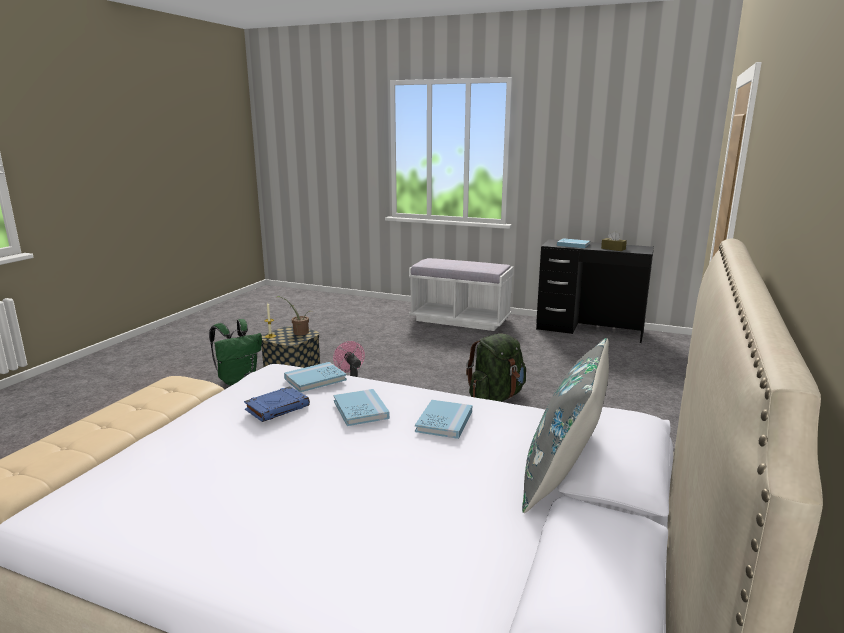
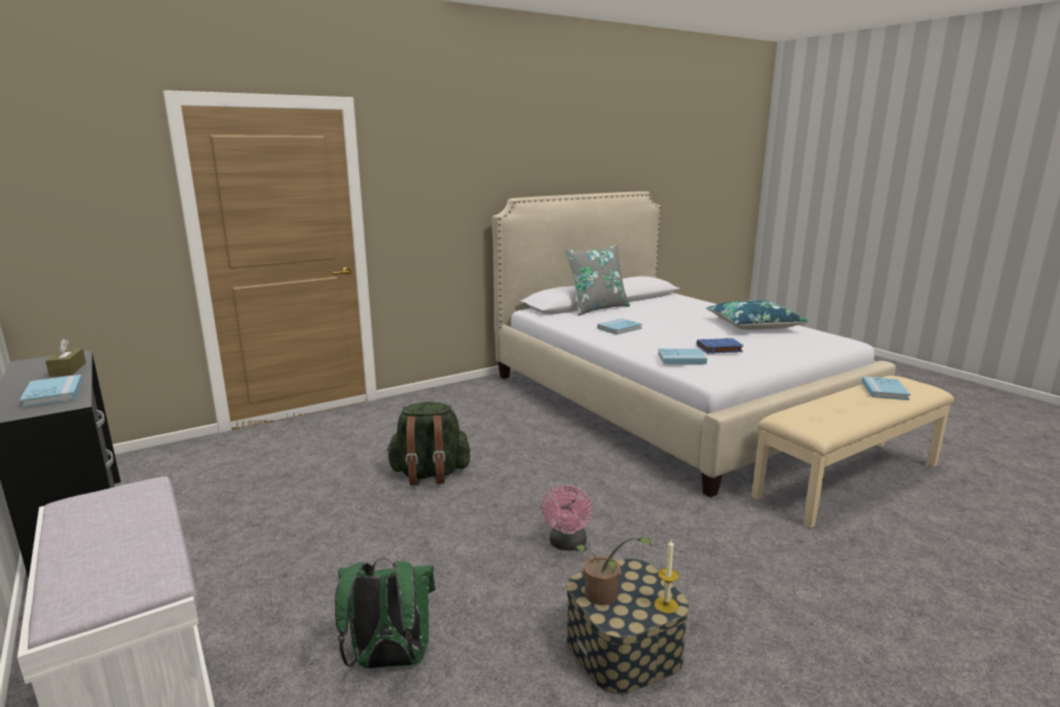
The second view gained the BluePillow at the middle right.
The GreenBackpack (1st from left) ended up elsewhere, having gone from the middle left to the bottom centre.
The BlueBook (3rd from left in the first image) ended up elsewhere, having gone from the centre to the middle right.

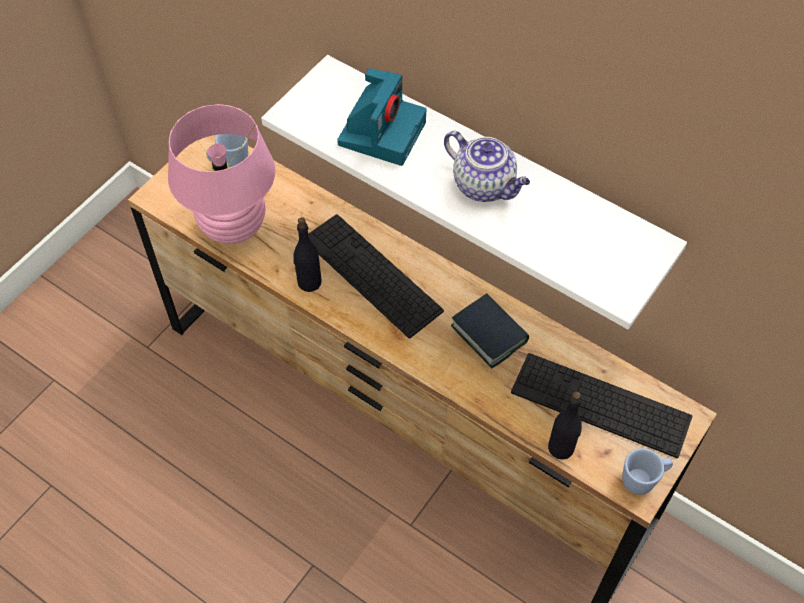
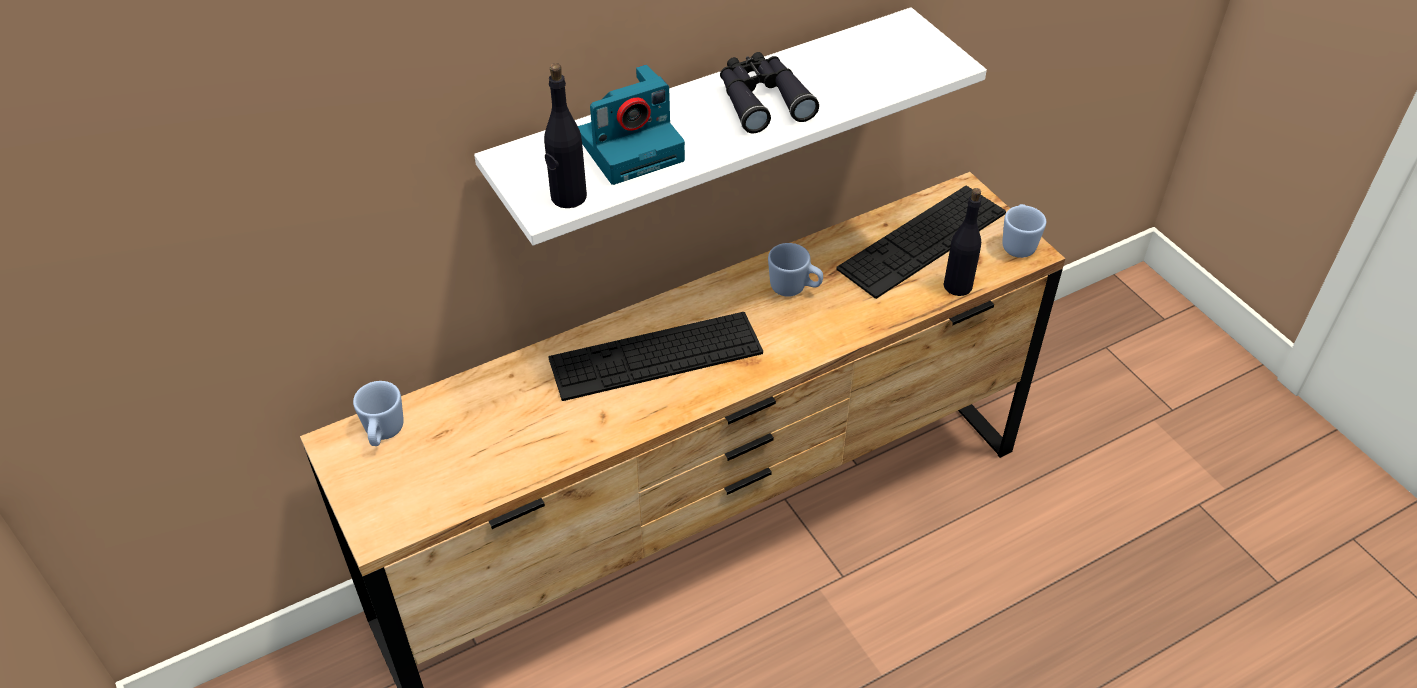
The second view lost the PinkTableLamp at the top left.
The BlackBottle (1st from left) ended up elsewhere, having gone from the centre to the top centre.
Where the Teapot stood at the top centre, the BlackBinoculars came to stand at the top centre.
Where the Book stood at the centre, the BlueMug (2nd from left) came to stand at the centre.
The PhotoCamera at the top centre ended up facing another way, 105 degrees clockwise from before.

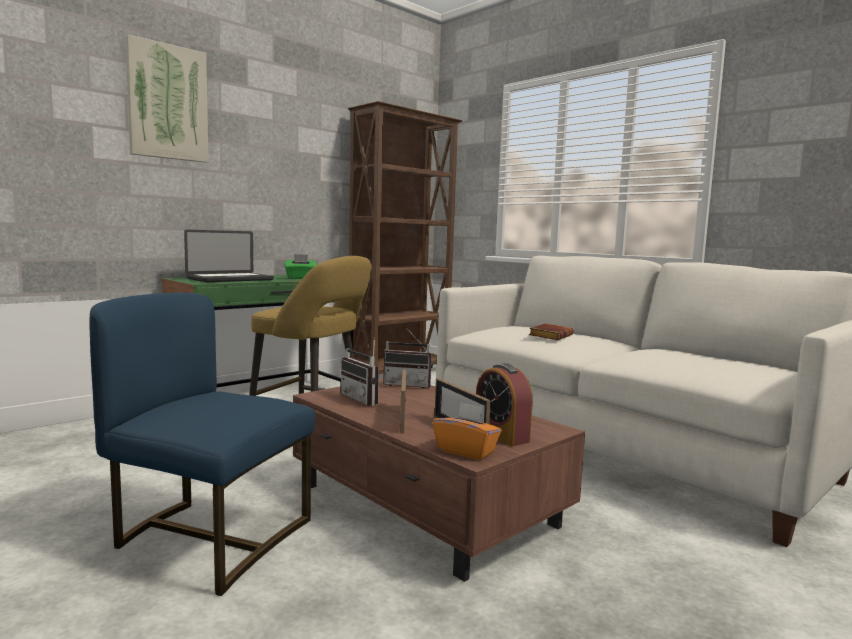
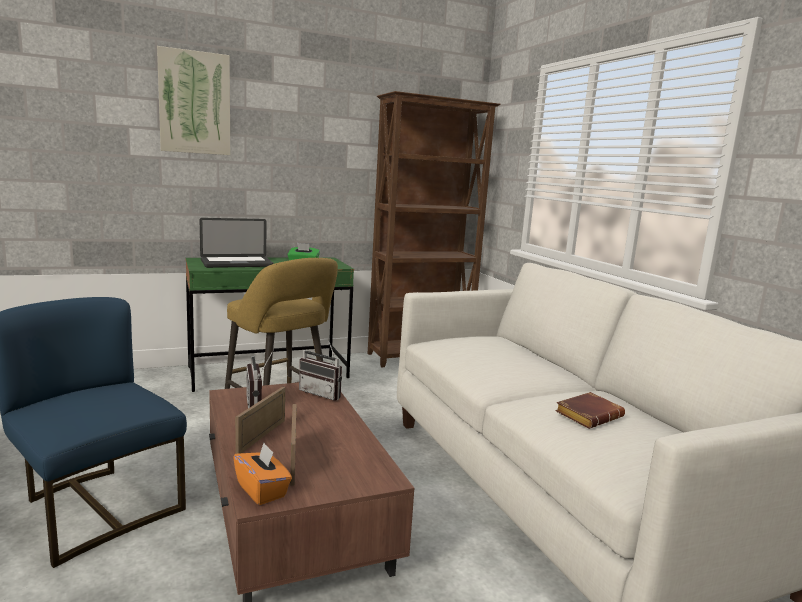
The second view lost the AlarmClock at the centre.
The BrownBook ended up elsewhere, having gone from the centre to the bottom right.

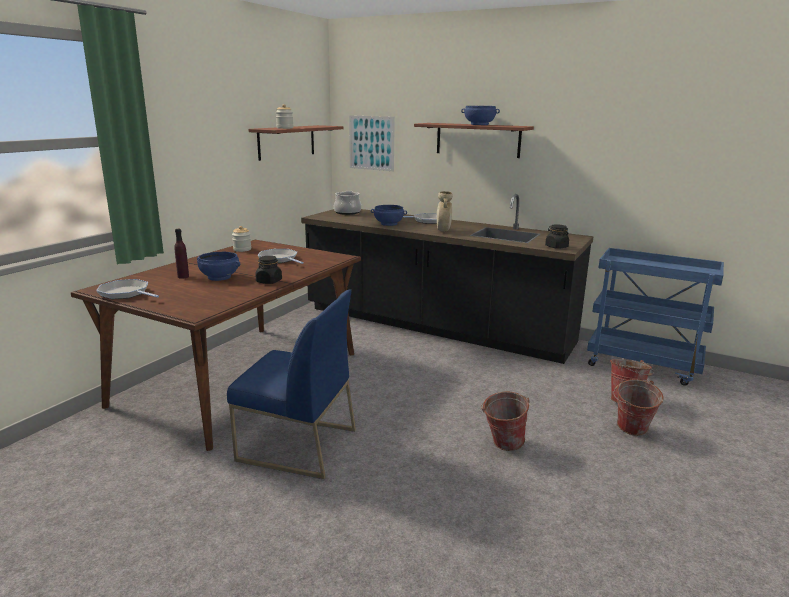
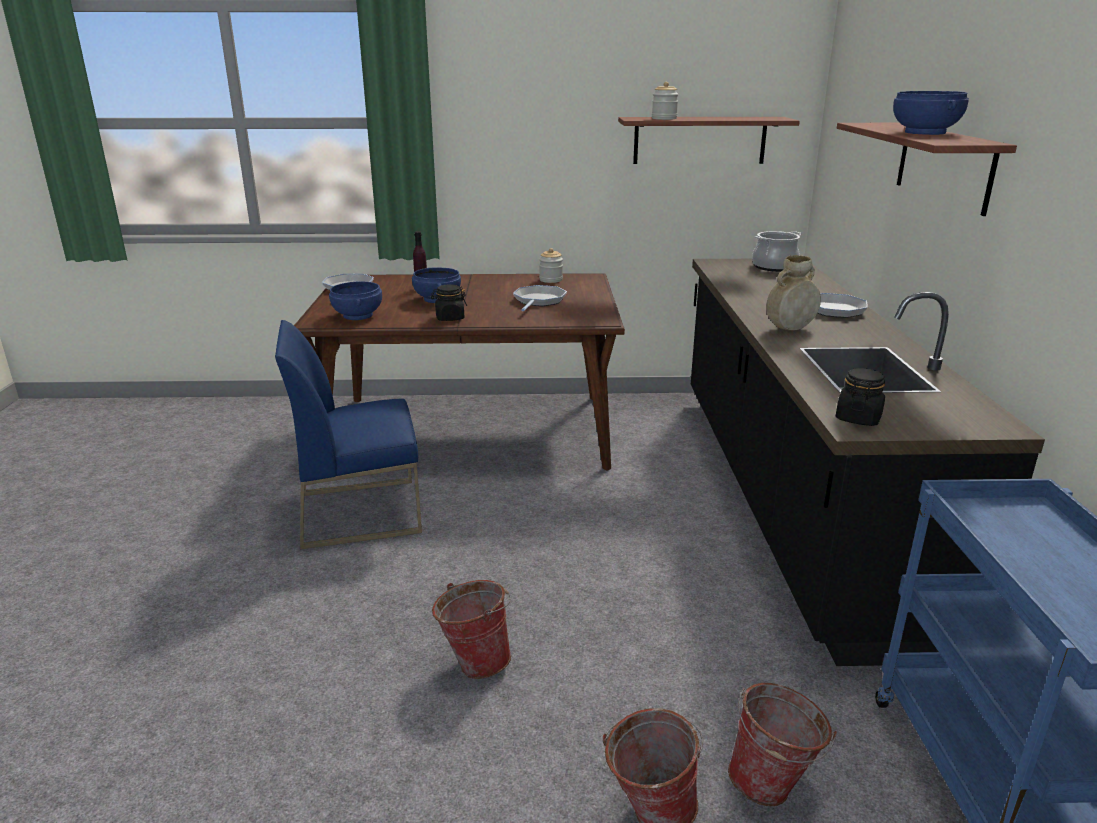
The second view lost the Picture at the top centre.
The BlueBowl (2nd from left in the first image) ended up elsewhere, having gone from the centre to the middle left.
The BlueChair at the centre ended up facing another way, 90 degrees clockwise from before.

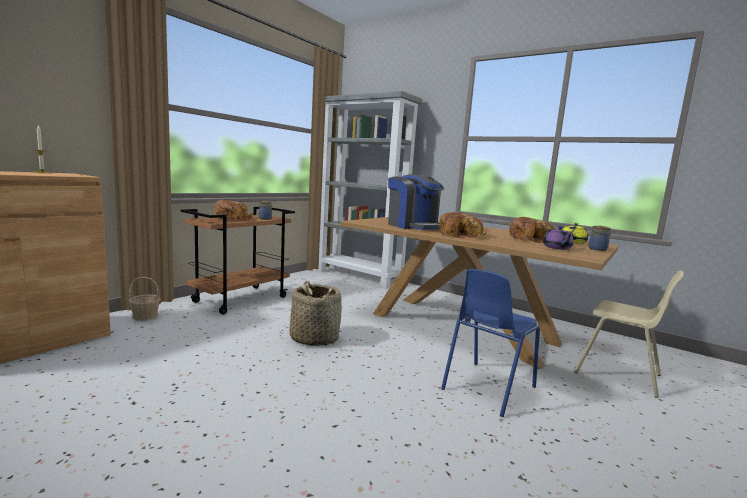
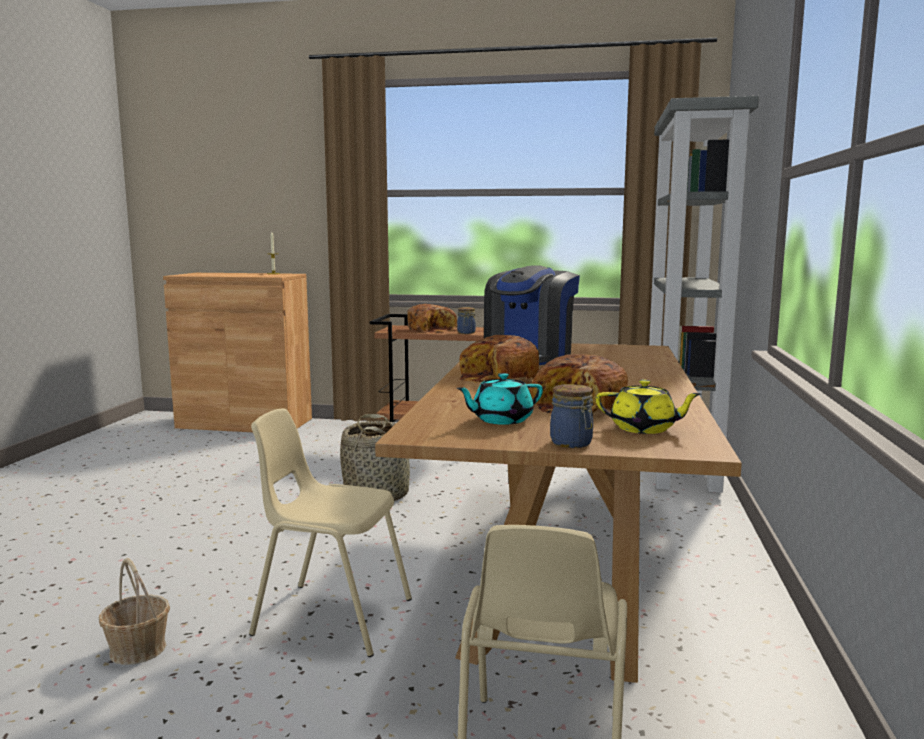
The Basket (1st from left) ended up elsewhere, having gone from the middle left to the bottom left.
What was the BlueChair at the bottom centre turned into the BeigeChair (1st from left) at the bottom centre.
What was the PurpleTeapot at the middle right turned into the TurquoiseTeapot at the centre.

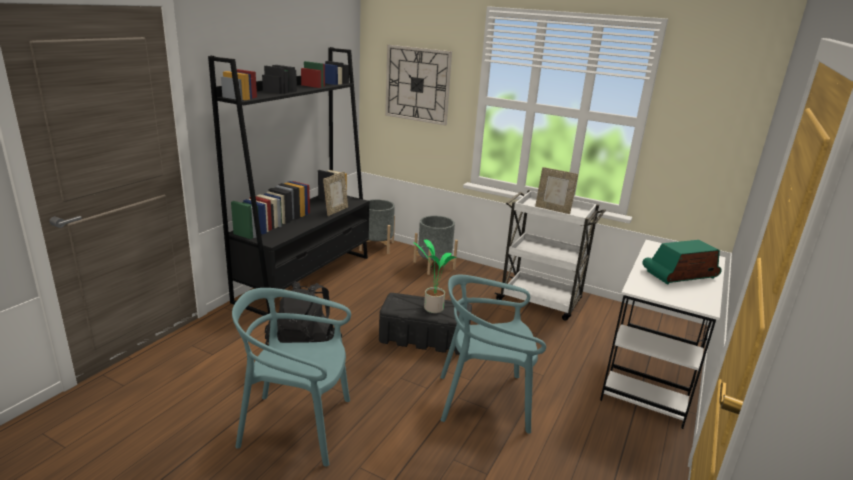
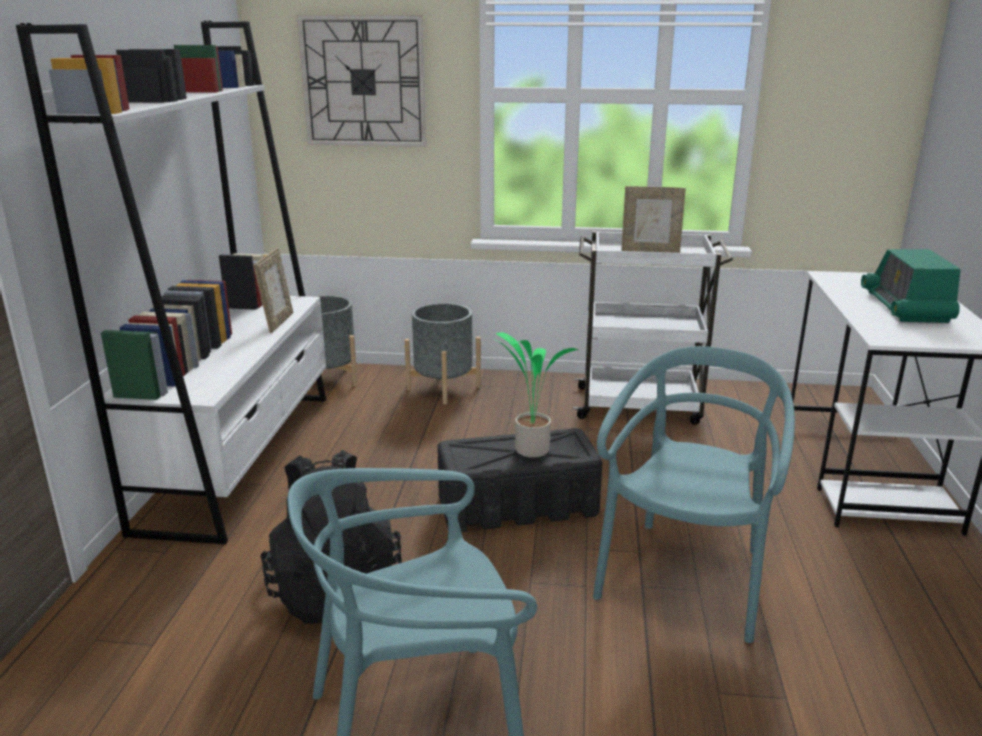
What was the BlackBookcase at the centre turned into the WhiteBookcase at the middle left.
The TurquoiseChair (2nd from left) at the bottom centre ended up facing another way, 135 degrees clockwise from before.
The Radio at the middle right ended up facing another way, 45 degrees counterclockwise from before.

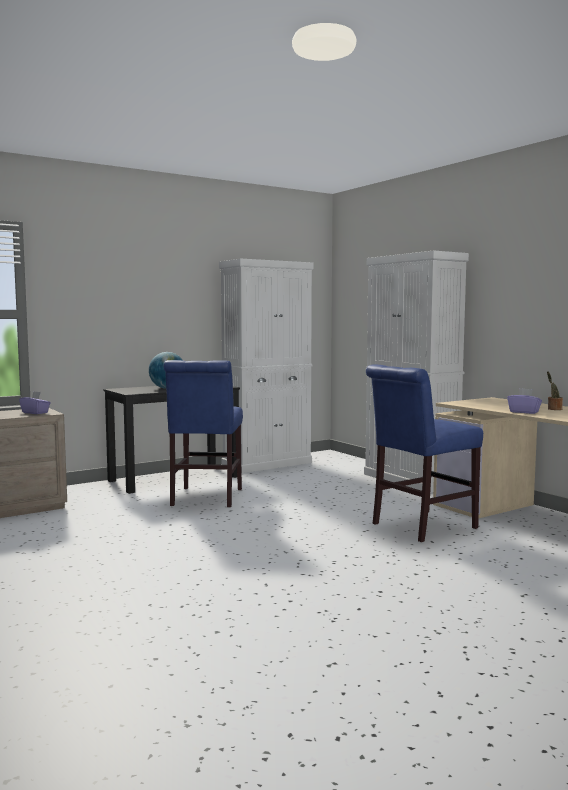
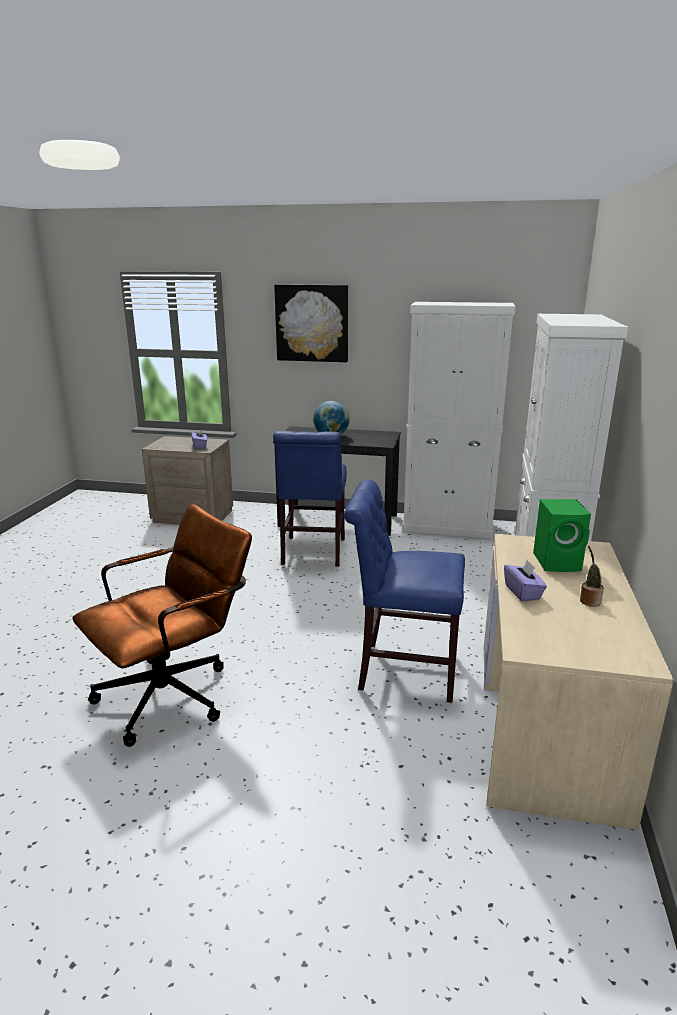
The second view gained the BrownOfficeChair at the middle left.
The second view gained the Picture at the top centre.
The second view gained the GreenSpeaker at the middle right.
The BlueChair (1st from left) at the centre ended up facing another way, 45 degrees counterclockwise from before.

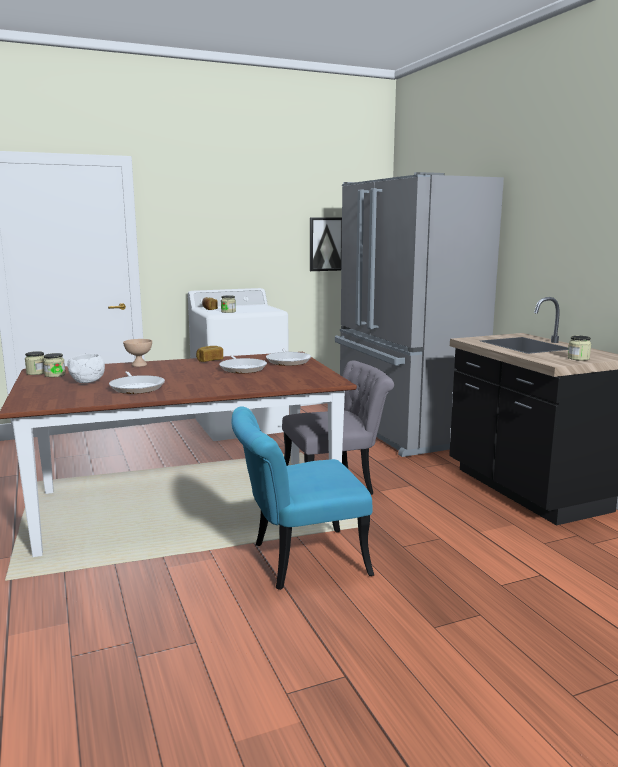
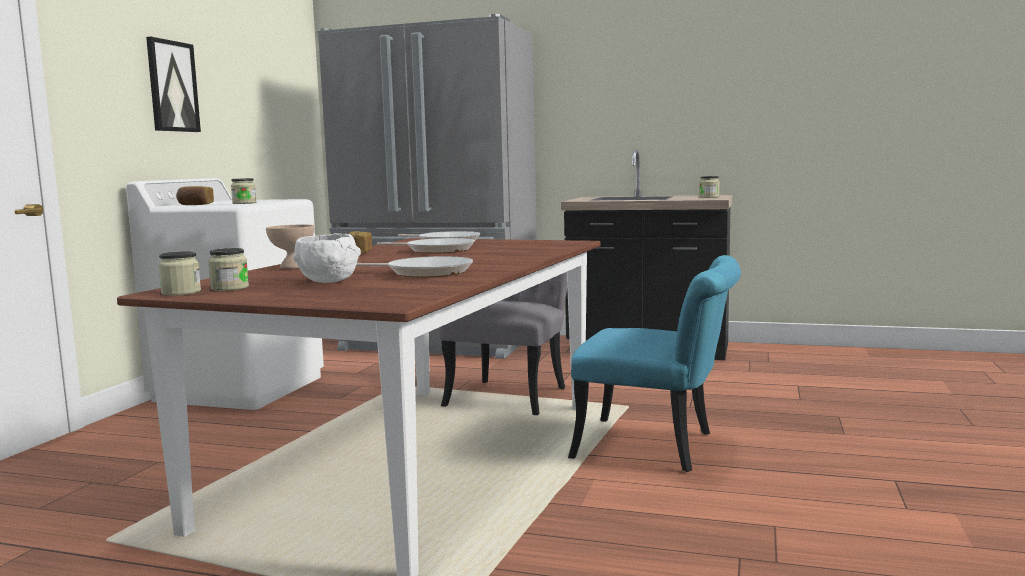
The Picture ended up elsewhere, having gone from the top centre to the top left.
The TurquoiseChair at the centre ended up facing another way, 90 degrees counterclockwise from before.

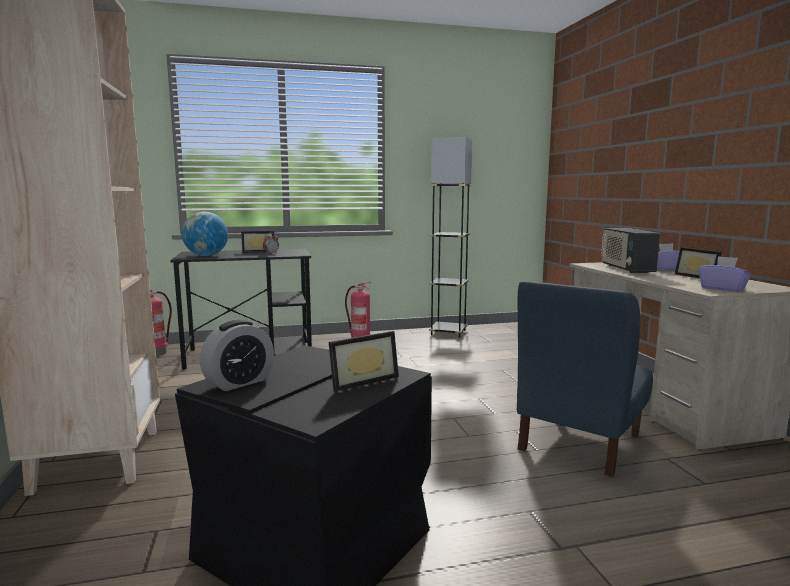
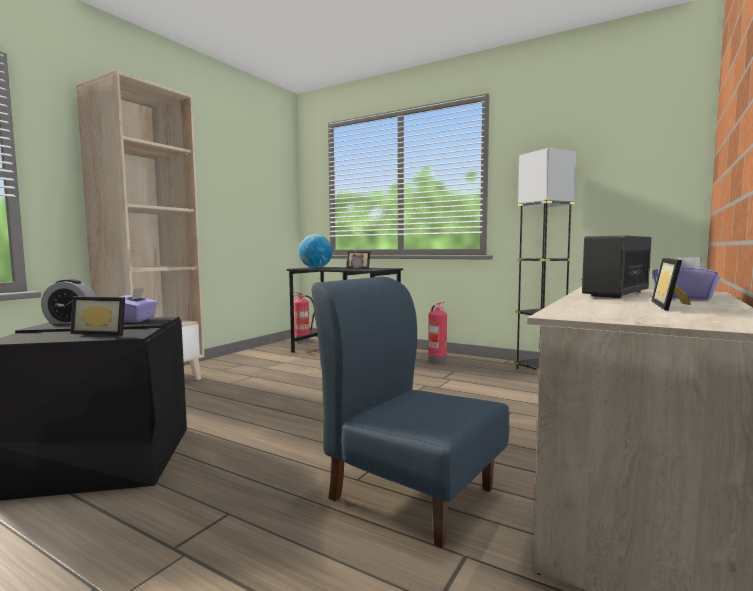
The PurpleTissueBox (2nd from left in the first image) ended up elsewhere, having gone from the middle right to the middle left.
The BlueChair at the middle right ended up facing another way, 45 degrees clockwise from before.

